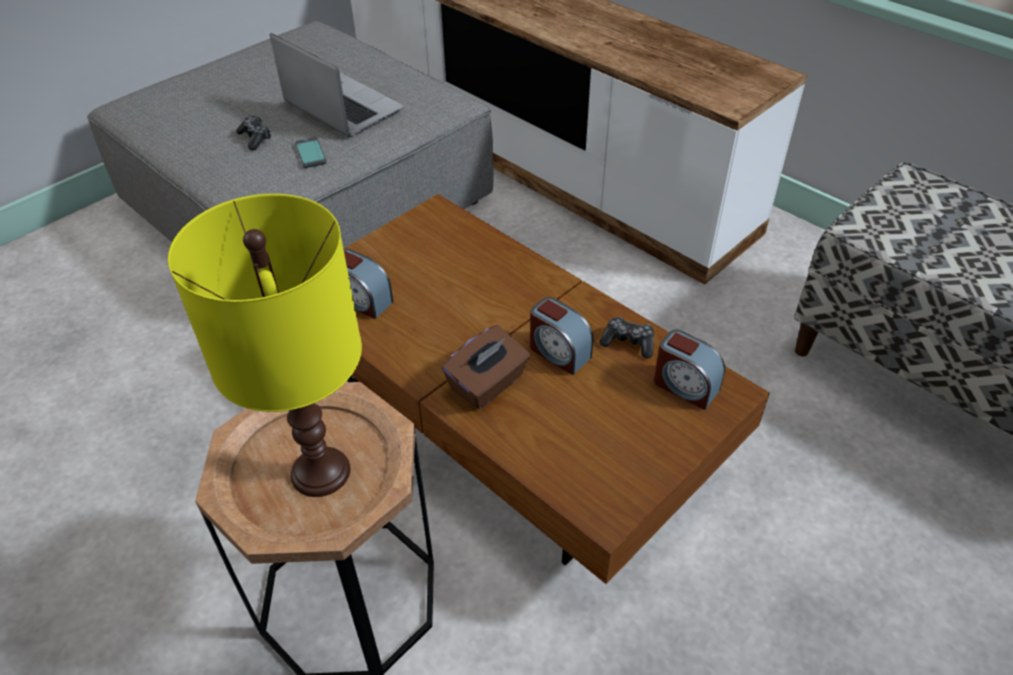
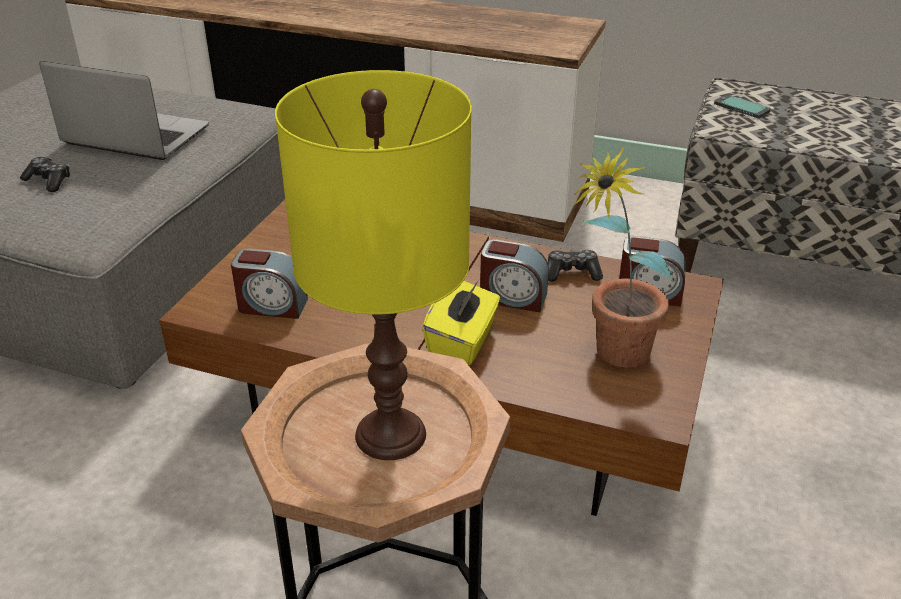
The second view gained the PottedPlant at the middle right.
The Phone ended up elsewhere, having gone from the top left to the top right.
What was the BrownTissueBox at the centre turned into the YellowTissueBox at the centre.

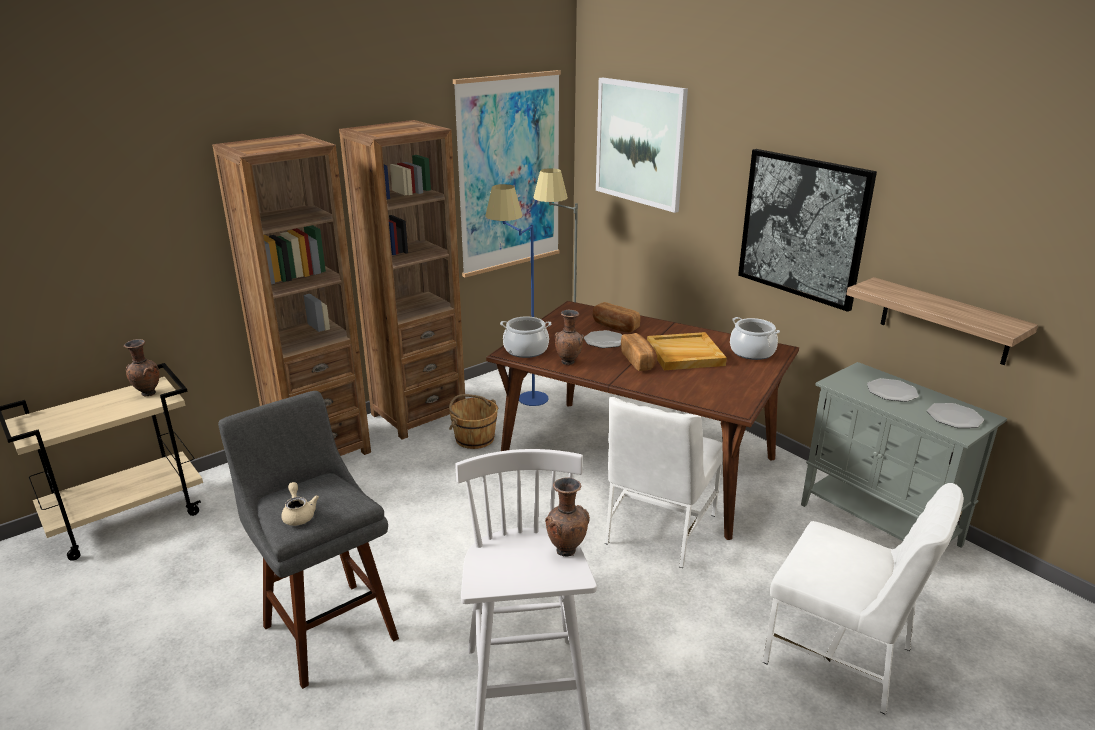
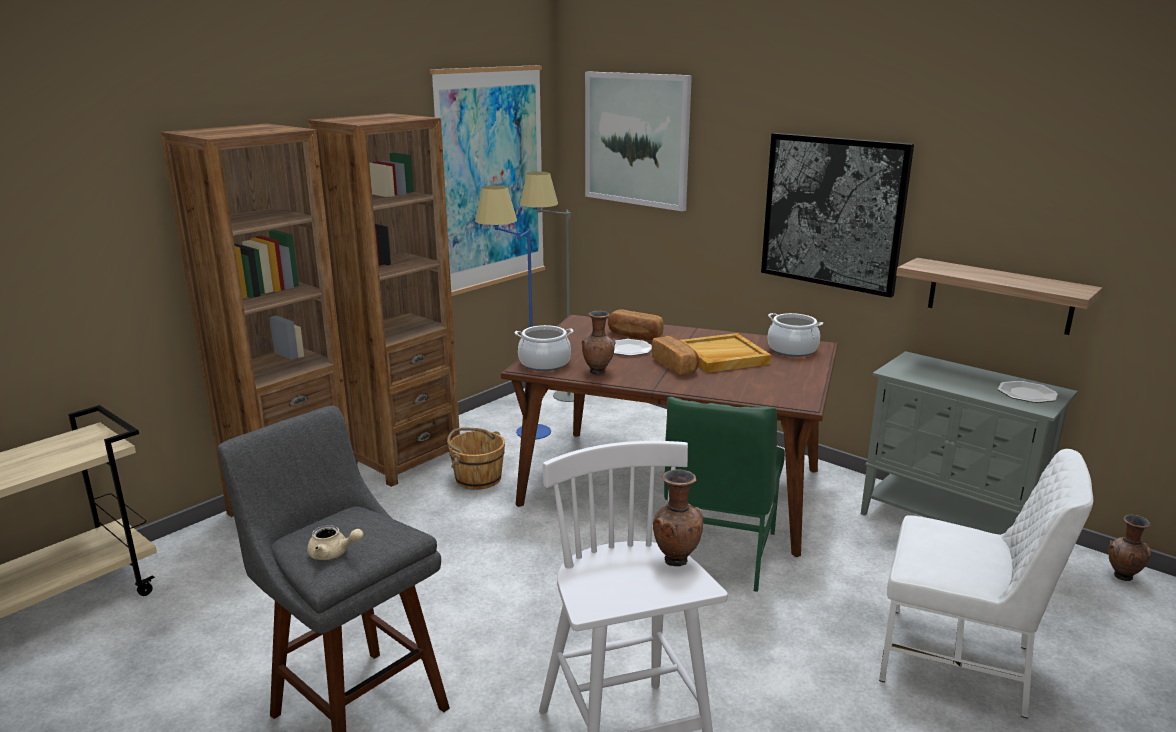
The second view lost the Plate (2nd from left) at the middle right.
The BrownVase (1st from left in the first image) ended up elsewhere, having gone from the middle left to the bottom right.
What was the WhiteChair (1st from left) at the centre turned into the GreenChair at the bottom centre.
The BeigeTeapot at the bottom left ended up facing another way, 135 degrees clockwise from before.

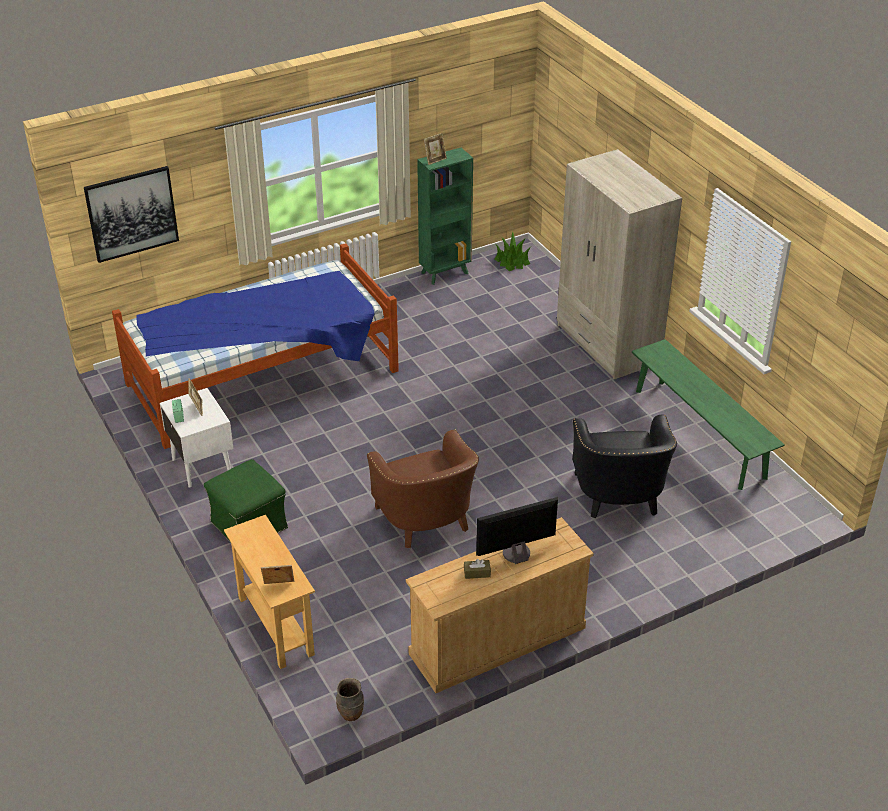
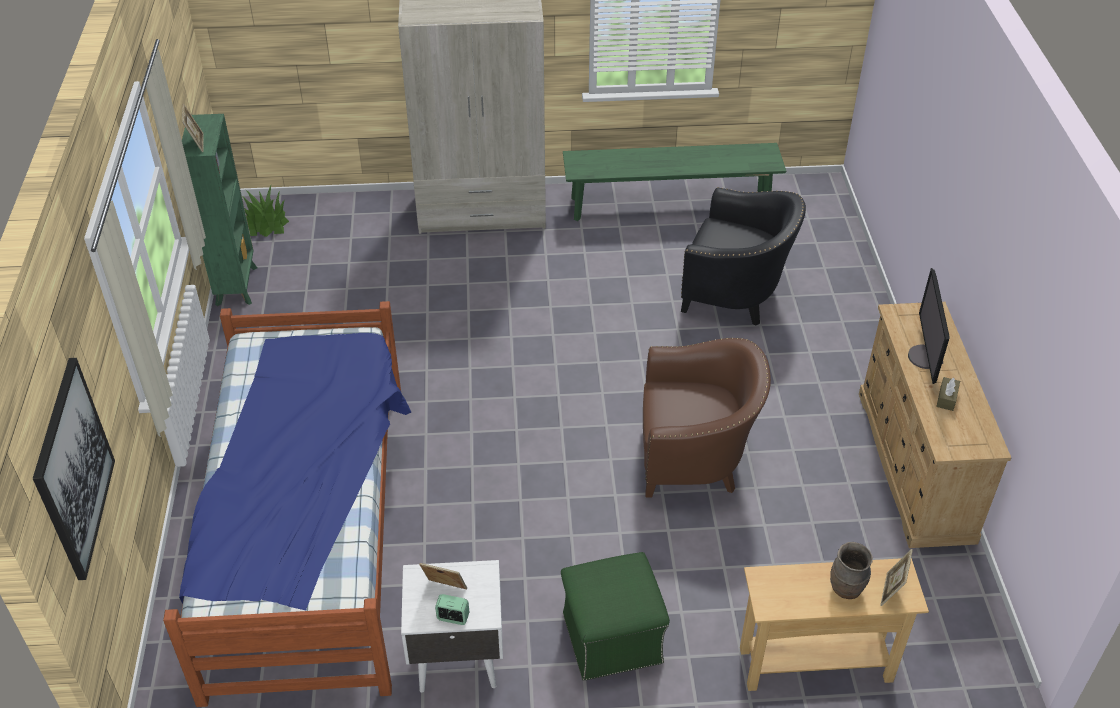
The BrownVase ended up elsewhere, having gone from the bottom centre to the bottom right.

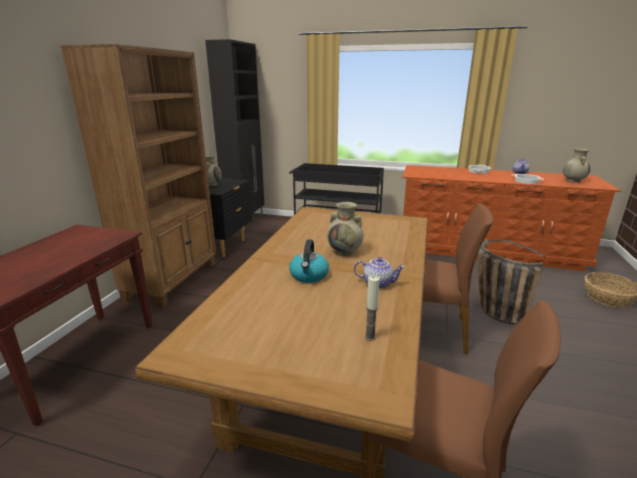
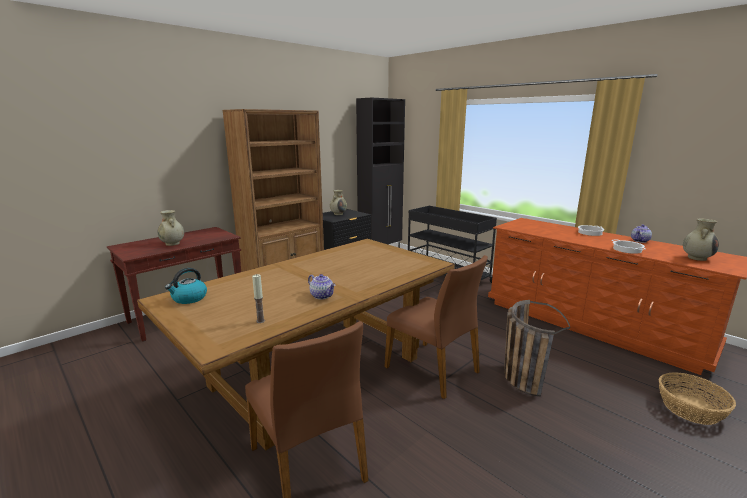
The Kettle ended up elsewhere, having gone from the centre to the middle left.
The BeigeVase (2nd from left in the first image) ended up elsewhere, having gone from the centre to the middle left.

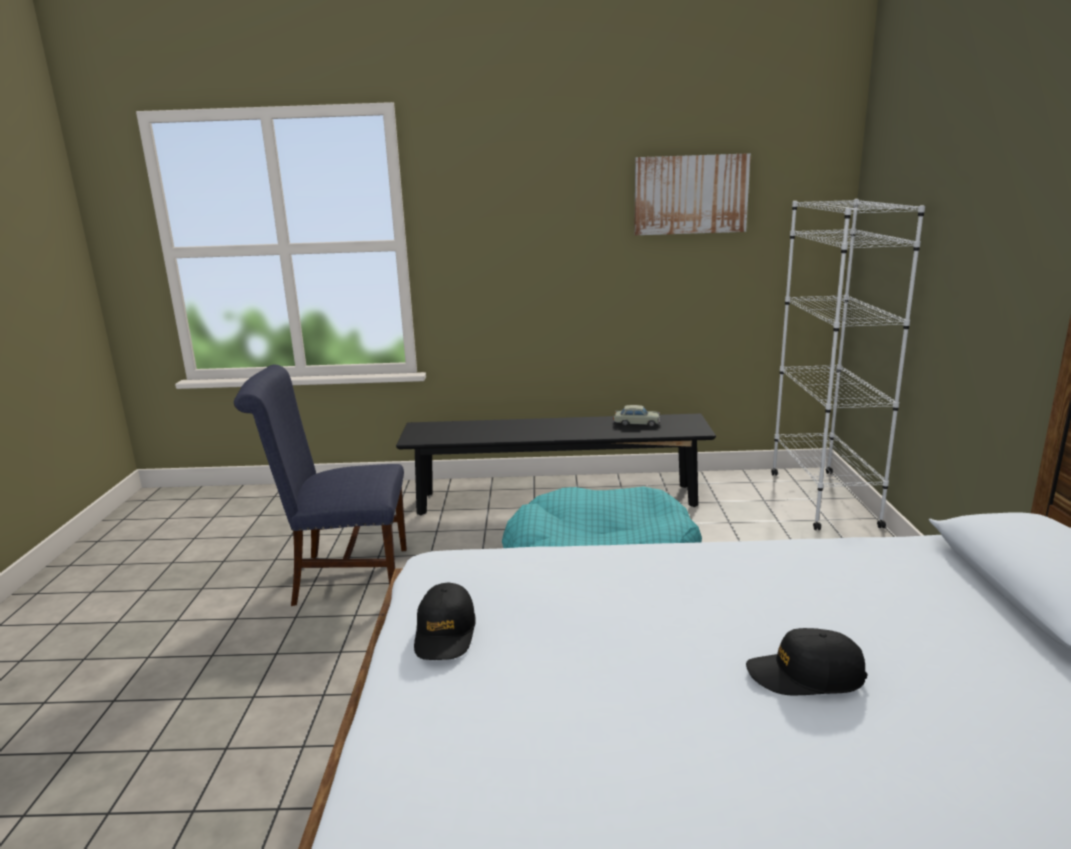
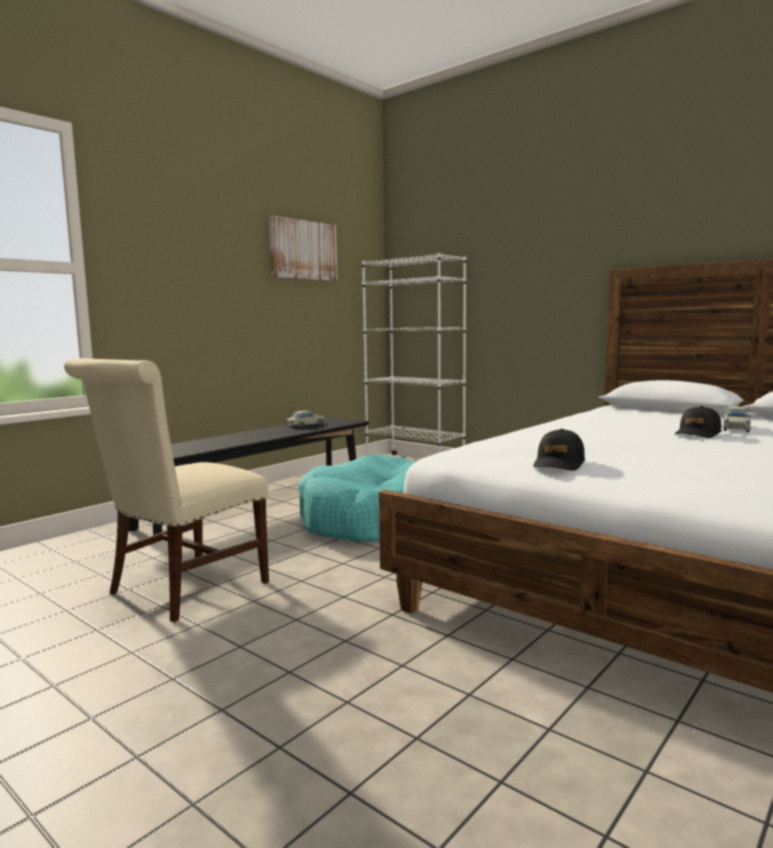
The second view gained the BeigeToyCar (2nd from left) at the middle right.
What was the BlueChair at the middle left turned into the BeigeChair at the middle left.
The BlackCap (1st from left) at the bottom centre ended up facing another way, 75 degrees clockwise from before.

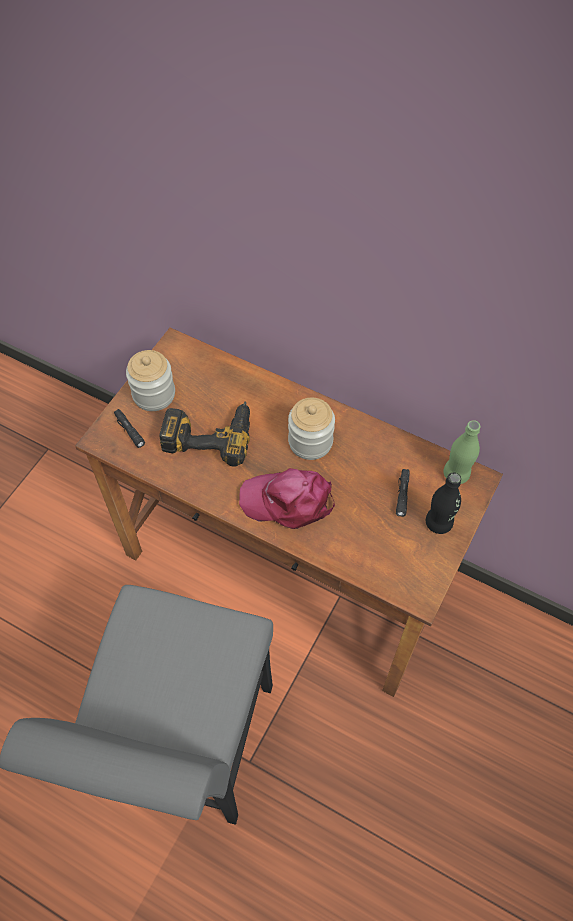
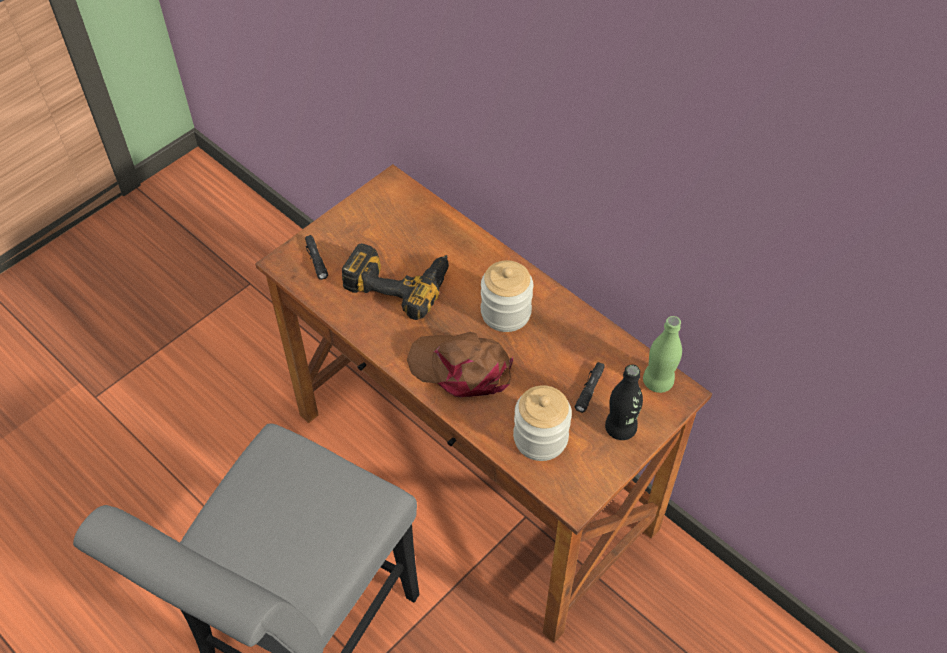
The Jar (1st from left in the first image) ended up elsewhere, having gone from the middle left to the centre.
What was the PinkCap at the centre turned into the BrownCap at the centre.

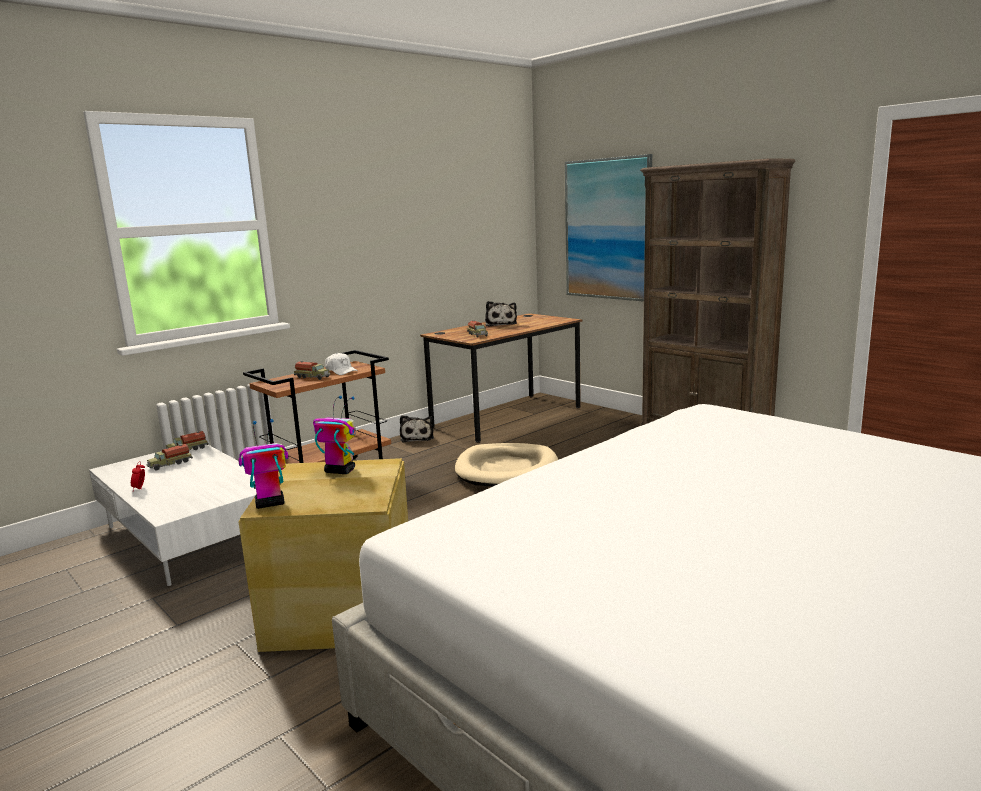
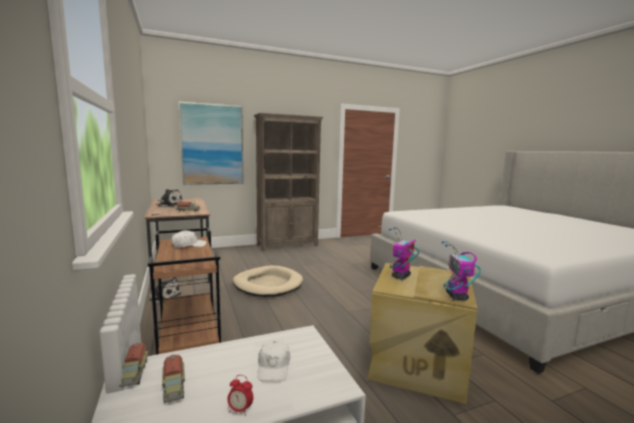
The second view lost the ToyTruck (3rd from left) at the middle left.
The second view gained the WhiteCap (2nd from left) at the bottom centre.

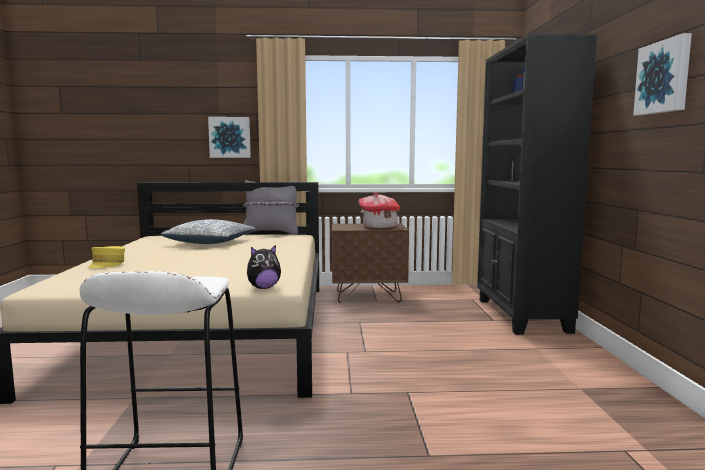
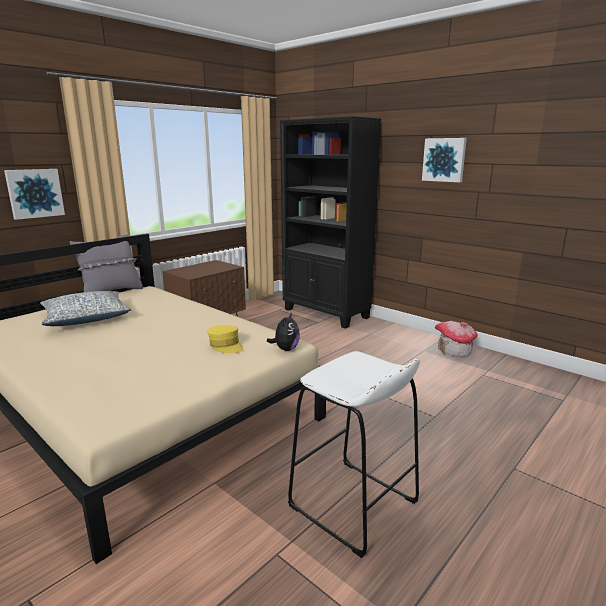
The YellowCap ended up elsewhere, having gone from the middle left to the centre.
The ToyHouse ended up elsewhere, having gone from the centre to the middle right.

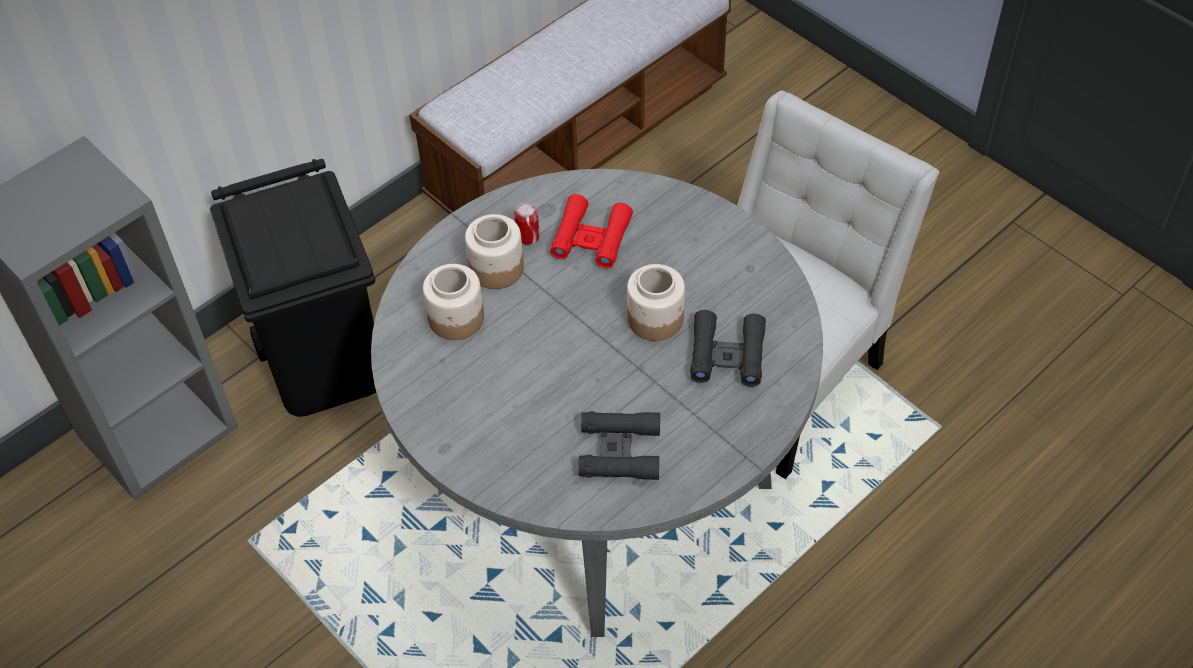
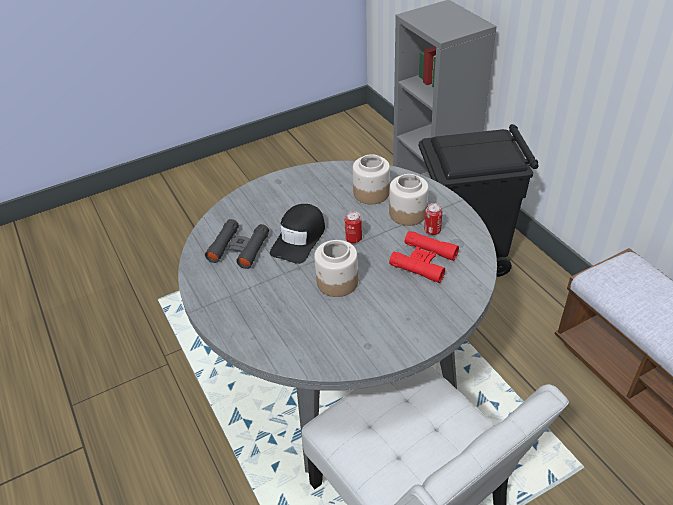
The second view lost the BlackBinoculars (2nd from left) at the centre.
The second view gained the BlackCap at the centre.
The second view gained the Can (1st from left) at the centre.

